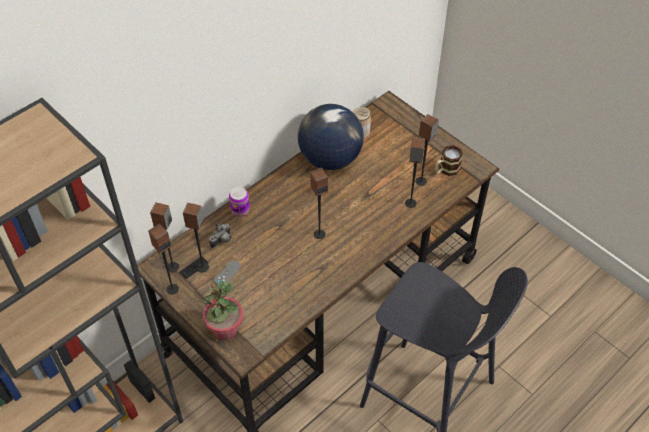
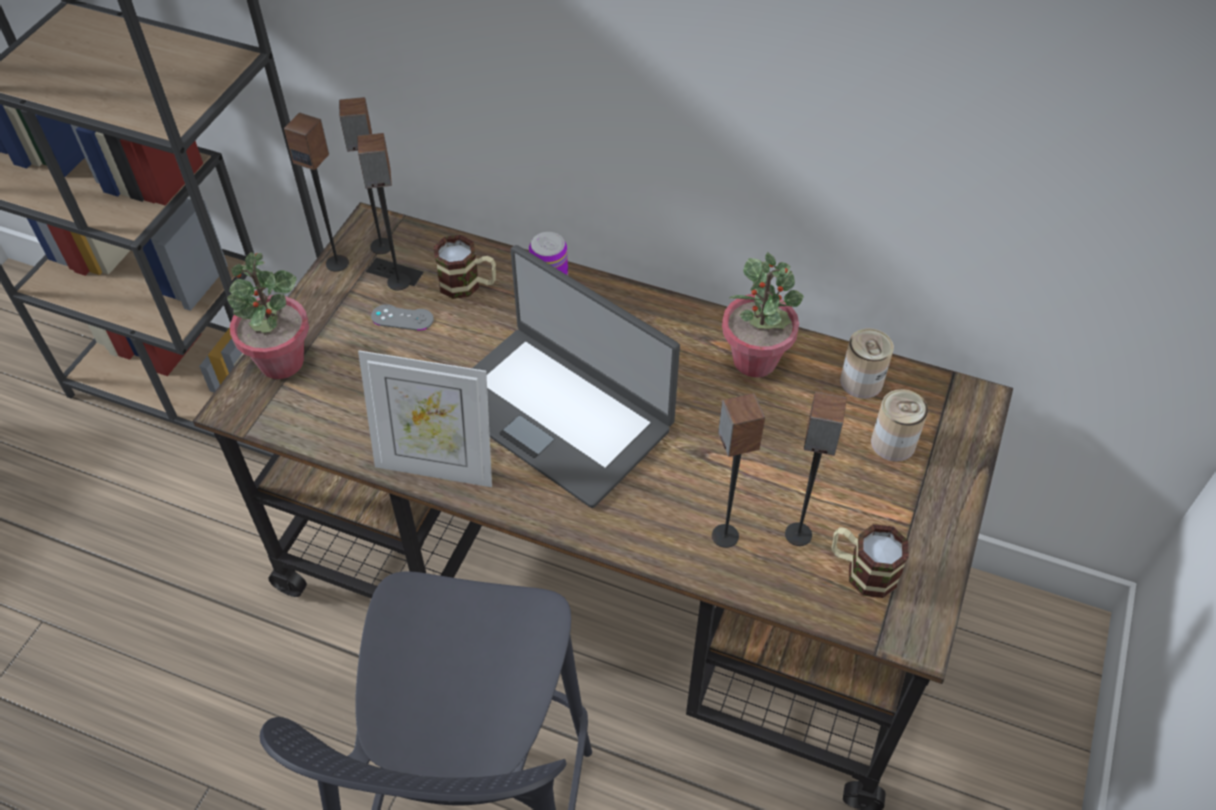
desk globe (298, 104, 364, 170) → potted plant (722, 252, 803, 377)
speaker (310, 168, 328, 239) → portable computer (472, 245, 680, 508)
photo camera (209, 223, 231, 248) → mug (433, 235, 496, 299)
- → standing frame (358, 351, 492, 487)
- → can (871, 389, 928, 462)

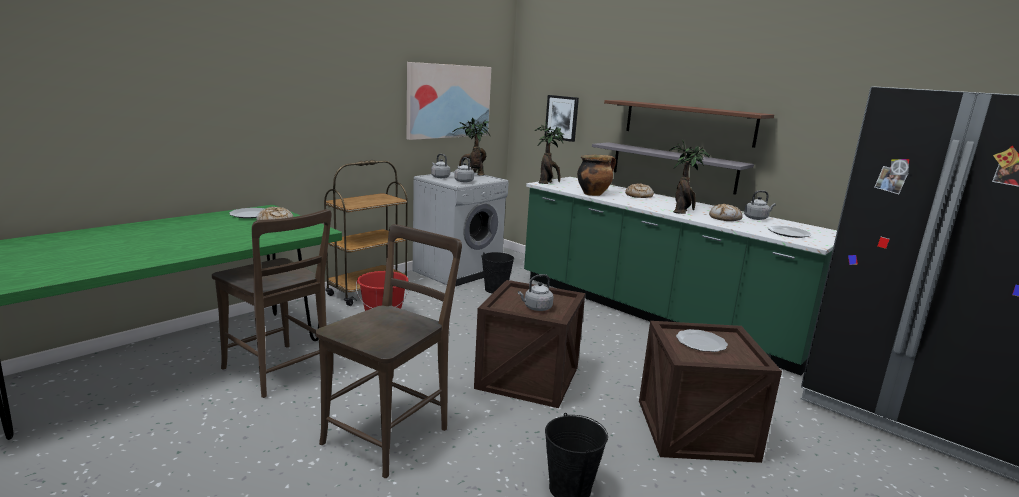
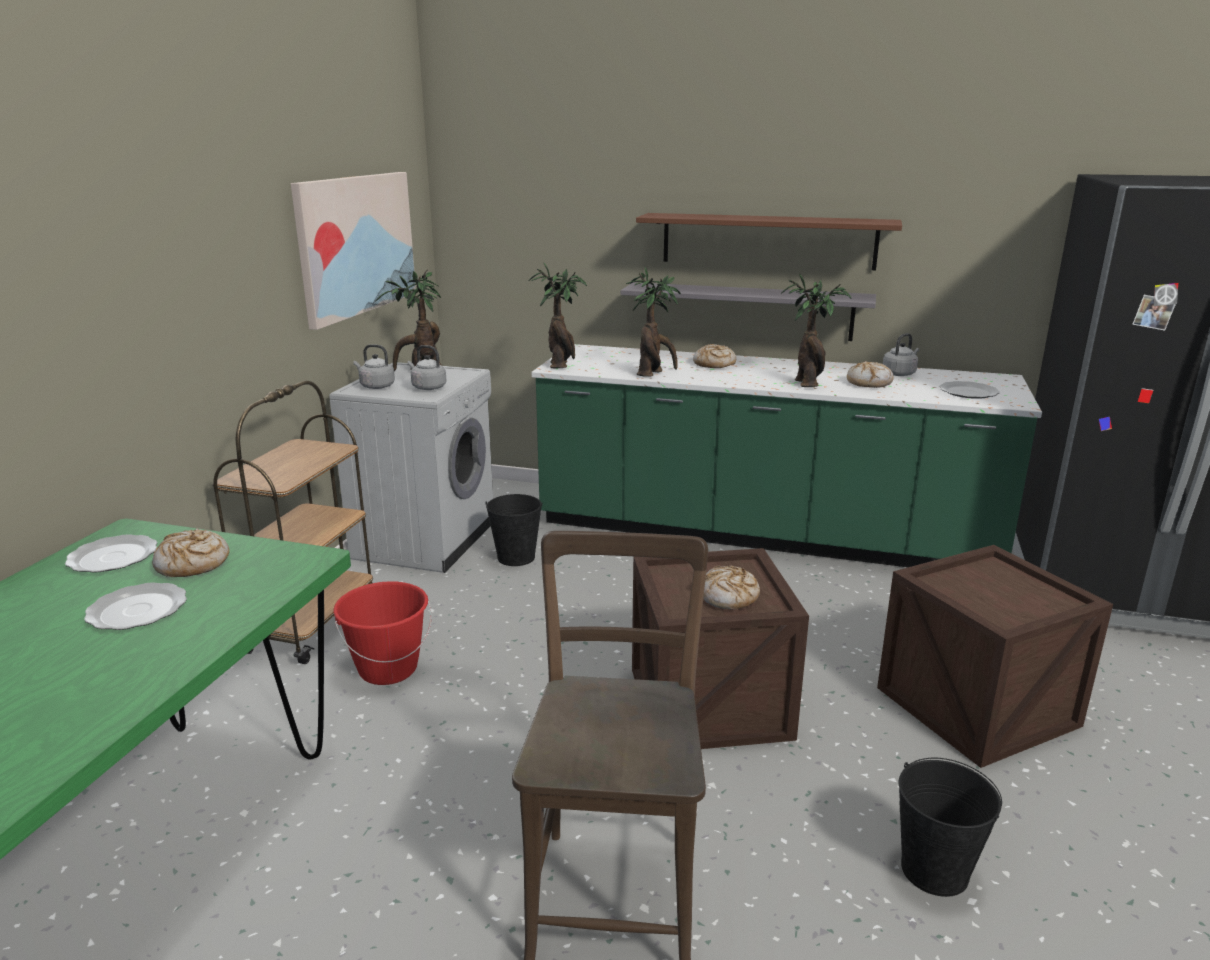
picture (545, 95, 579, 142) → -
saucepot (577, 155, 616, 196) → potted plant (626, 267, 681, 377)
plain chair in brownish (212, 209, 332, 398) → -
kettle in gray (518, 274, 553, 311) → bread (703, 565, 760, 609)
dinner plate (676, 329, 728, 352) → dinner plate (84, 582, 187, 630), move

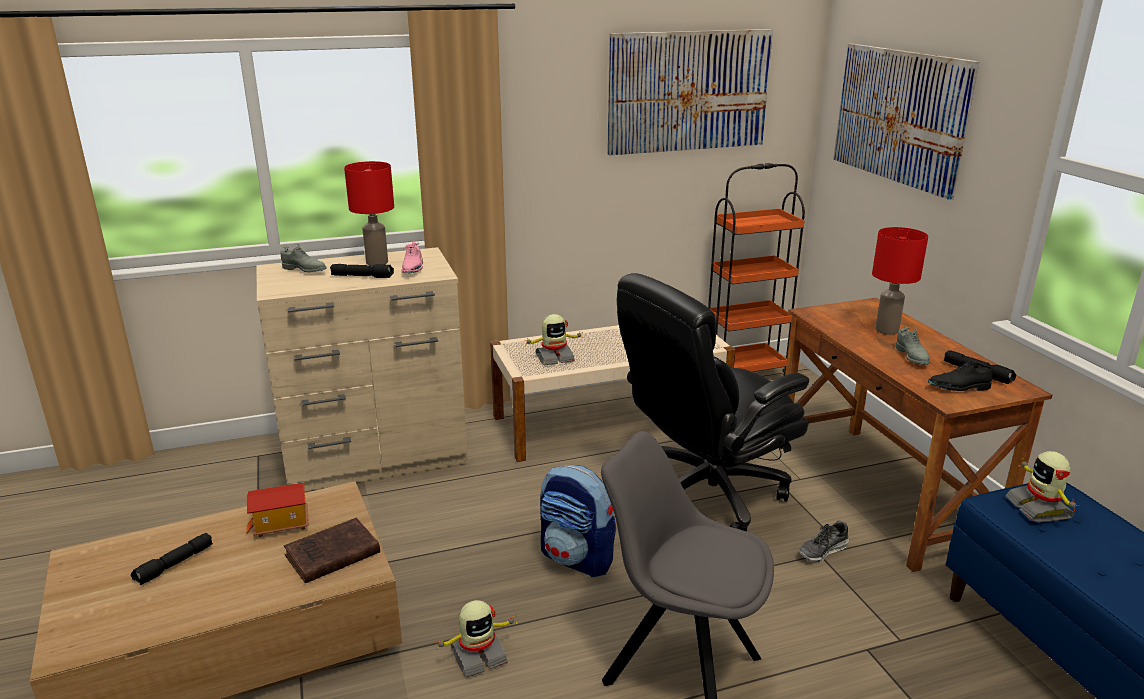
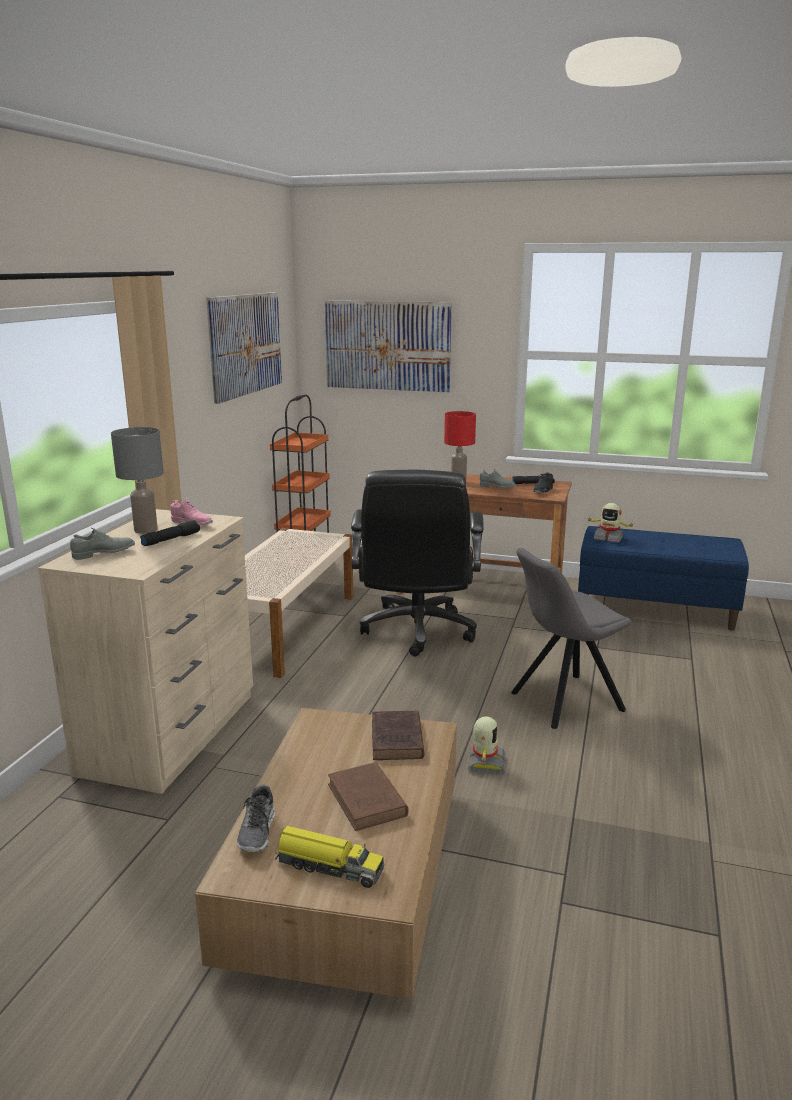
tabletop lamp in reddish (344, 161, 394, 266) → tabletop lamp in gray (111, 427, 164, 534)
robot figure (526, 314, 584, 365) → -
rucksack (540, 465, 616, 577) → -
miniature house (246, 482, 309, 537) → -
low shoe (798, 520, 849, 563) → low shoe (237, 785, 275, 852), move
hand torch in black (131, 533, 213, 585) → -
- → volume in brownish (328, 762, 409, 831)
- → toy truck (275, 826, 384, 888)

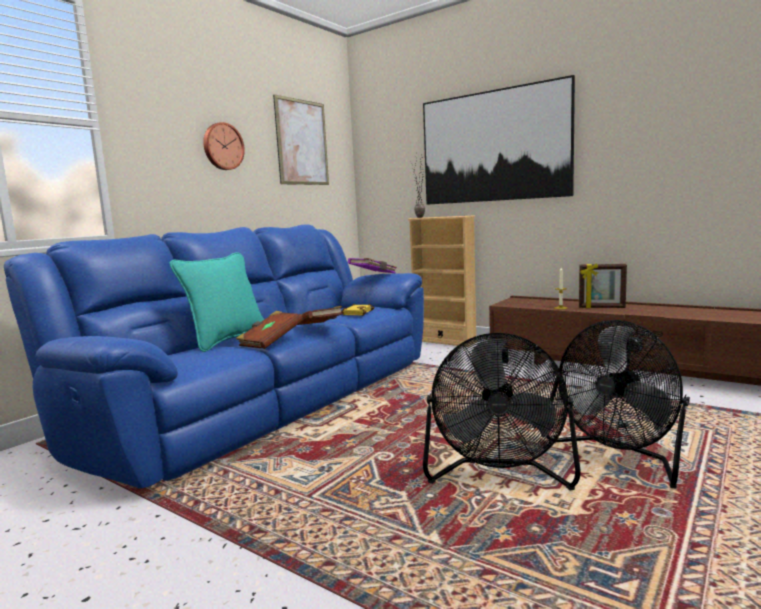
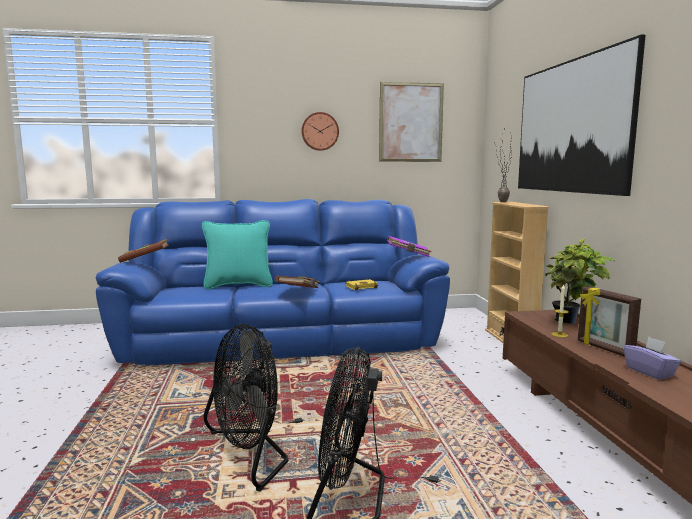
volume in brownish (236, 311, 303, 349) → volume in brownish (118, 239, 169, 263), move
- → potted plant (545, 238, 614, 324)
- → box of tissues in purple (624, 337, 681, 380)

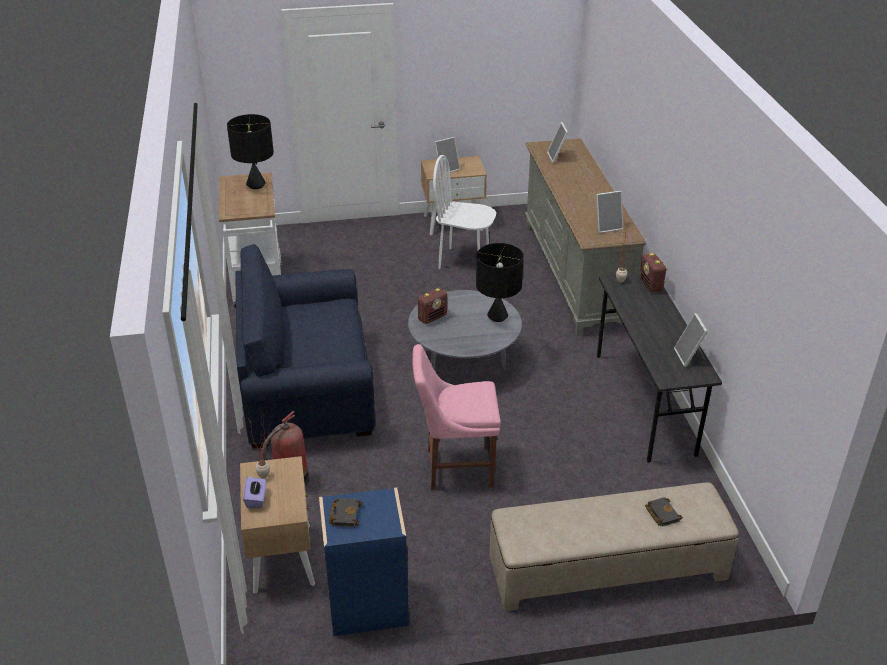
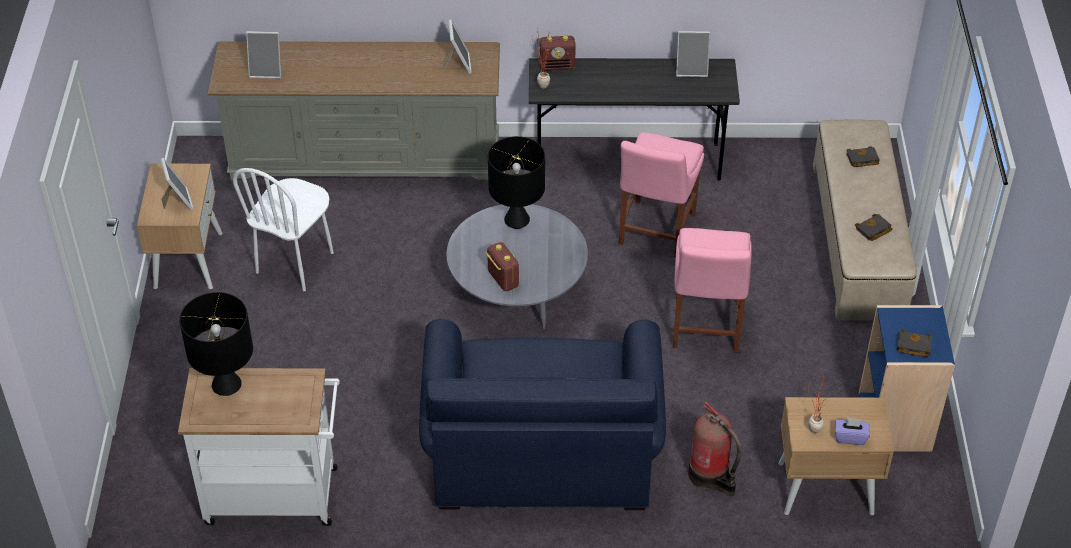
- → plain chair in pink (619, 132, 704, 258)
- → volume in black (855, 214, 893, 241)

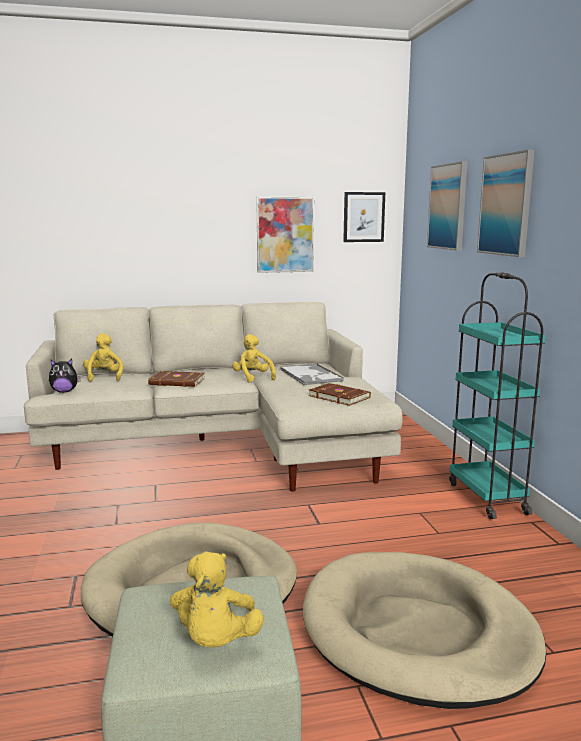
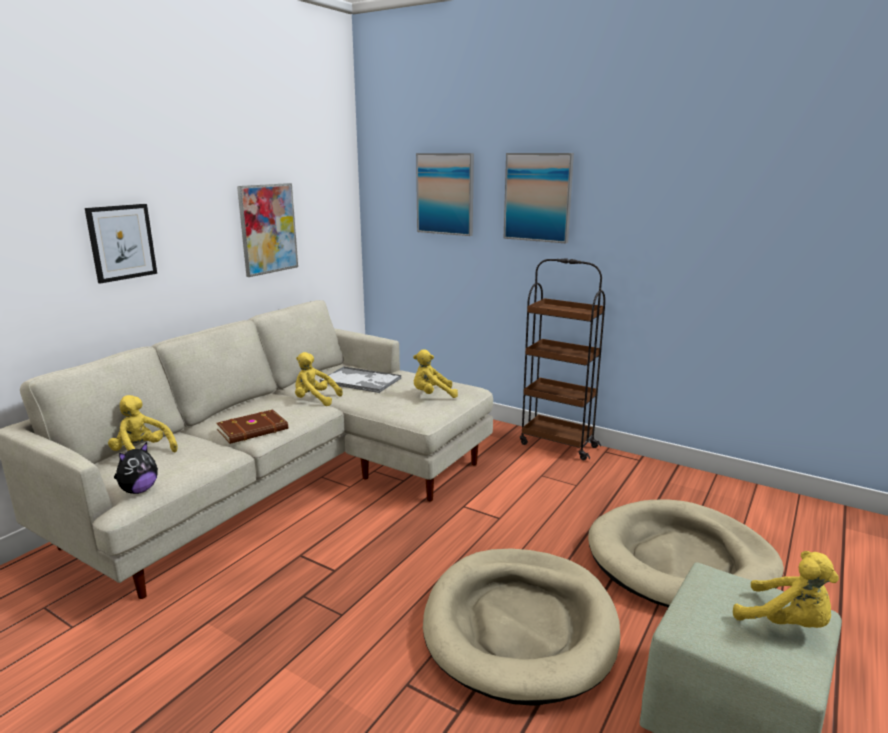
picture (343, 192, 385, 242) → picture (85, 204, 157, 284), move
trolley in blue-green (449, 273, 545, 519) → trolley in brownish (520, 259, 605, 460)
volume in brownish (308, 383, 371, 406) → plush toy in yellow (413, 350, 458, 398)

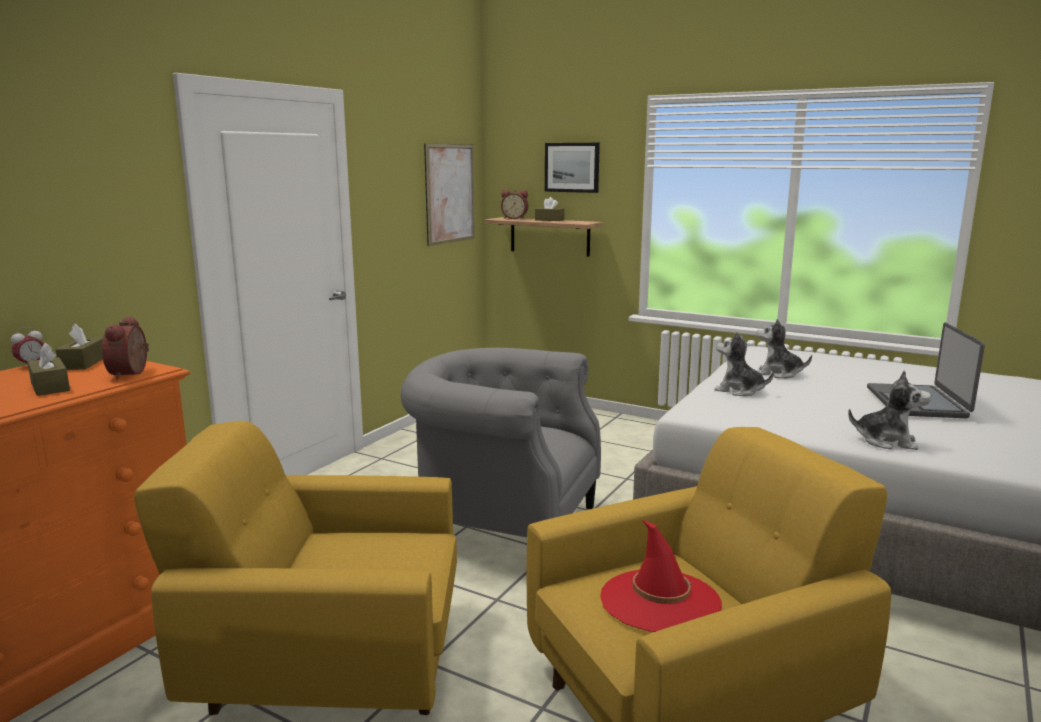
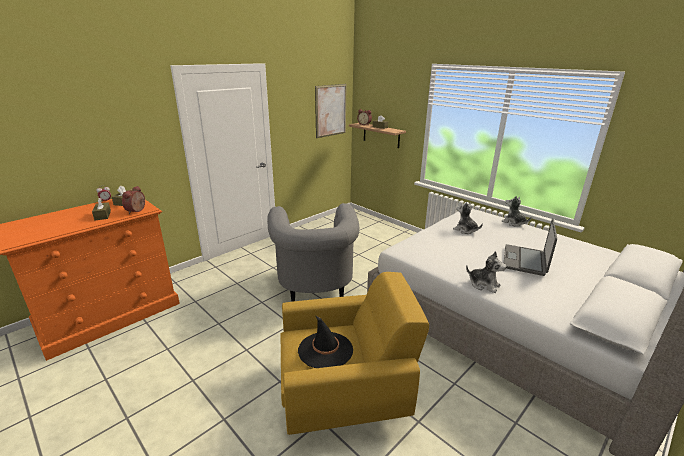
picture (545, 143, 600, 193) → -
plush toy (715, 332, 774, 396) → plush toy (501, 196, 531, 227), move
easy chair in gray (401, 348, 601, 537) → easy chair in gray (267, 203, 359, 302), 135 degrees counterclockwise
easy chair in yellow (134, 421, 457, 715) → -
clothing hat in reddish (600, 519, 722, 632) → clothing hat in black (298, 315, 353, 368)

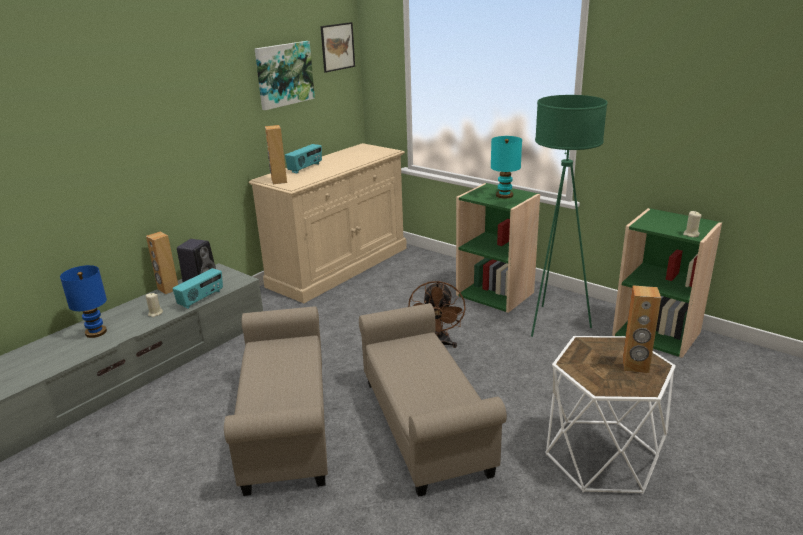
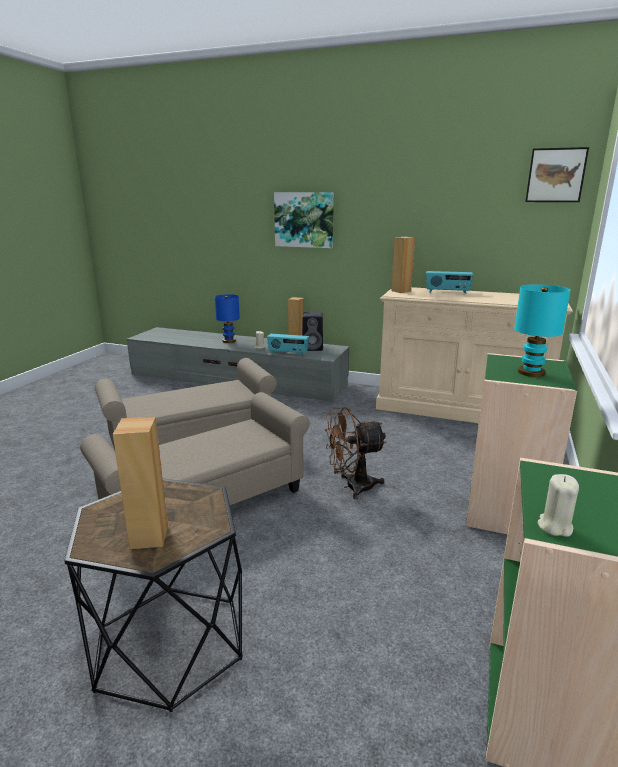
picture (255, 41, 315, 110) → picture (274, 192, 334, 248), move
floor lamp in green-coloured (531, 95, 607, 337) → -
side table in white (545, 336, 676, 494) → side table in black (64, 478, 243, 712)

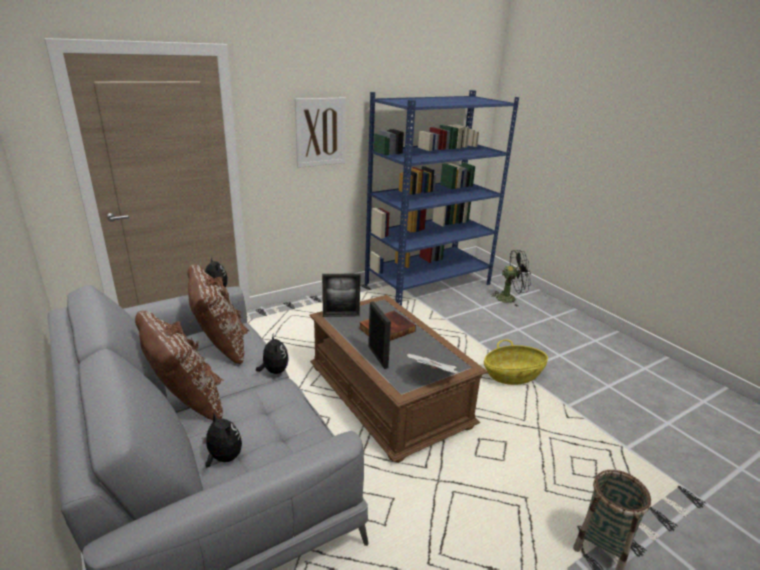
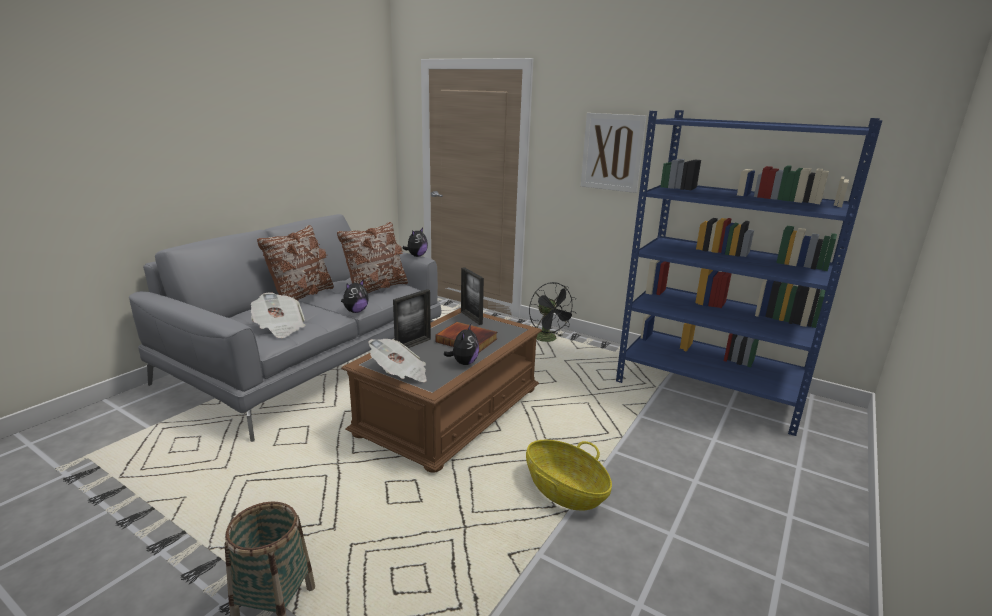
fan in black (489, 250, 531, 306) → fan in black (529, 282, 576, 342), move
plush toy (202, 413, 242, 468) → plush toy (444, 324, 479, 365), move
- → newspaper (251, 292, 305, 338)

